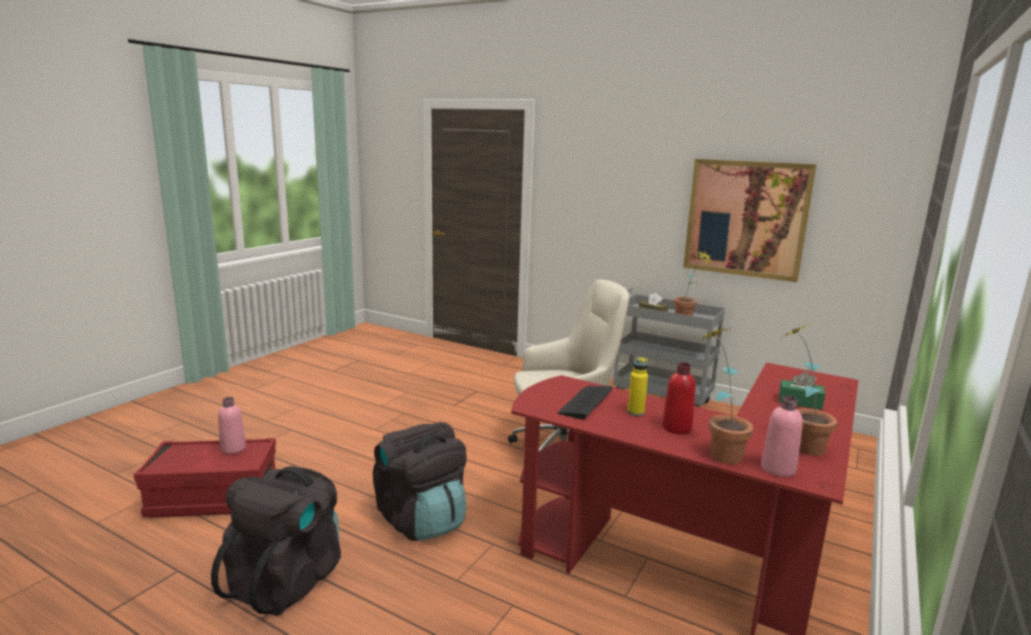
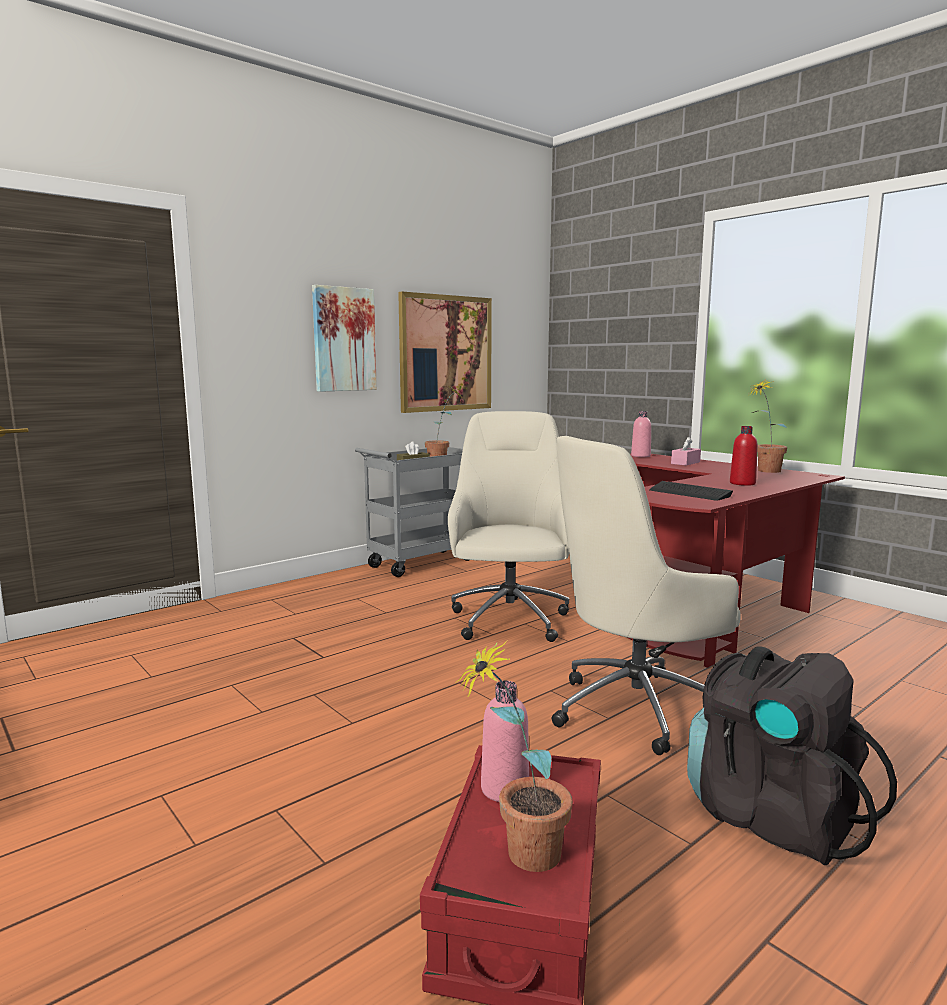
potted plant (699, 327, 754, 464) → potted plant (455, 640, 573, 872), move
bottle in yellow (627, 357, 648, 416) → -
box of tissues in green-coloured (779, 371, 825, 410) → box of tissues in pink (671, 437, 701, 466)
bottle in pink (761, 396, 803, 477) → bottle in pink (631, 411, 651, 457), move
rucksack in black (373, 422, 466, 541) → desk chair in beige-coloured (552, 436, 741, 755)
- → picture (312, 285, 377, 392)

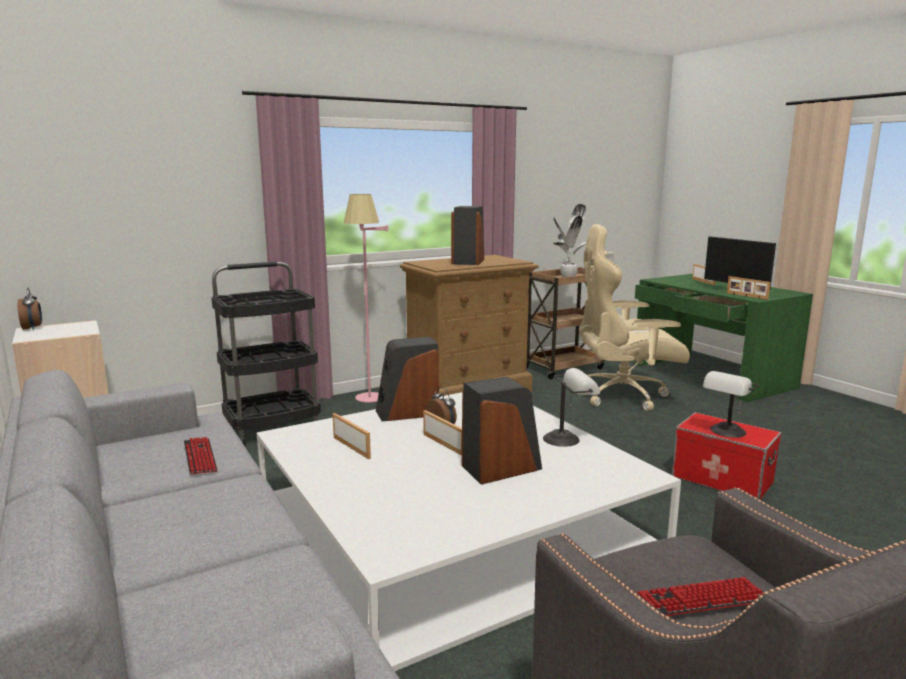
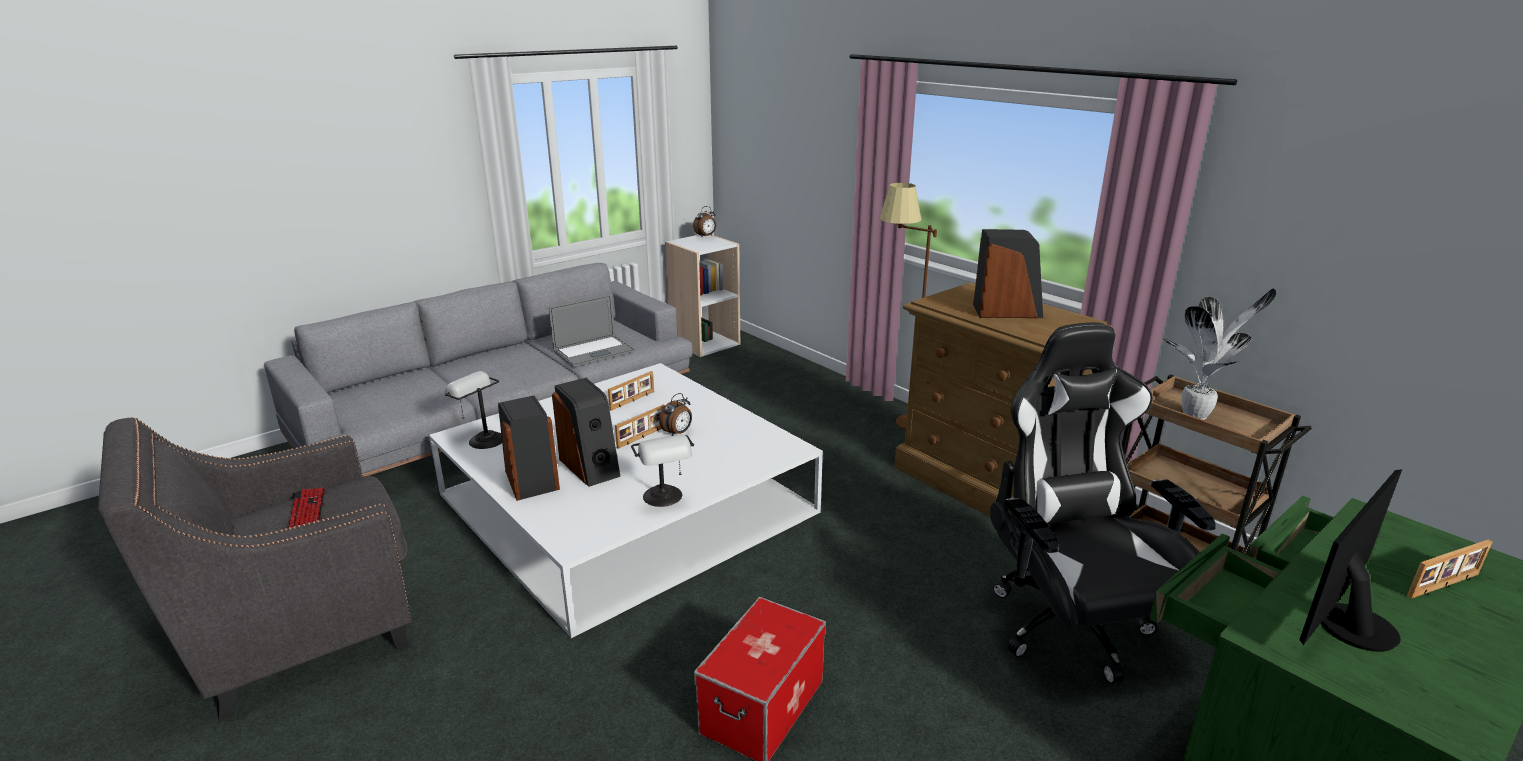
floor lamp in pink (344, 194, 388, 402) → floor lamp in brownish (879, 183, 937, 429)
desk chair in beige-coloured (579, 224, 690, 411) → desk chair in black (990, 322, 1216, 684)
trolley in black (211, 262, 321, 446) → -
standing frame (727, 276, 770, 300) → -
speaker (376, 337, 439, 421) → speaker (498, 396, 560, 501), move
tabletop lamp (702, 371, 759, 438) → tabletop lamp (445, 371, 502, 449), move
keyboard (184, 437, 218, 474) → portable computer (549, 294, 635, 367)

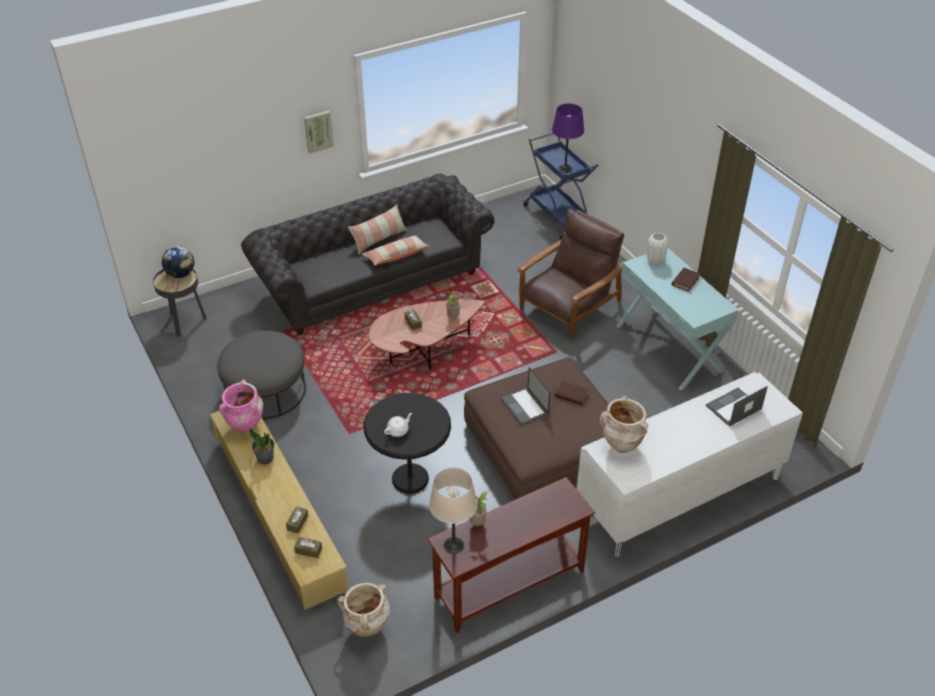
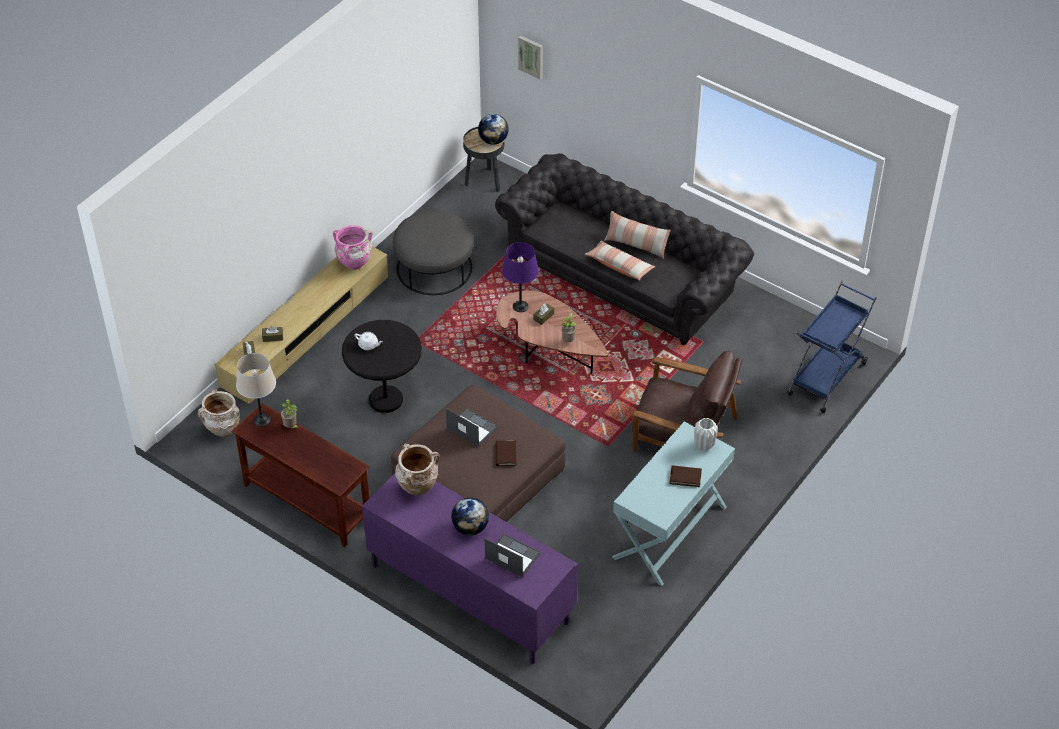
tabletop lamp in purple (552, 103, 584, 173) → tabletop lamp in purple (502, 242, 539, 312), move
picture (304, 111, 334, 154) → picture (518, 35, 543, 79), move
portable computer (501, 367, 551, 425) → portable computer (446, 408, 498, 447), 90 degrees clockwise
cabinet in white (577, 372, 803, 557) → cabinet in purple (362, 473, 578, 664)
potted plant (249, 428, 274, 465) → -
- → desk globe (451, 498, 489, 535)

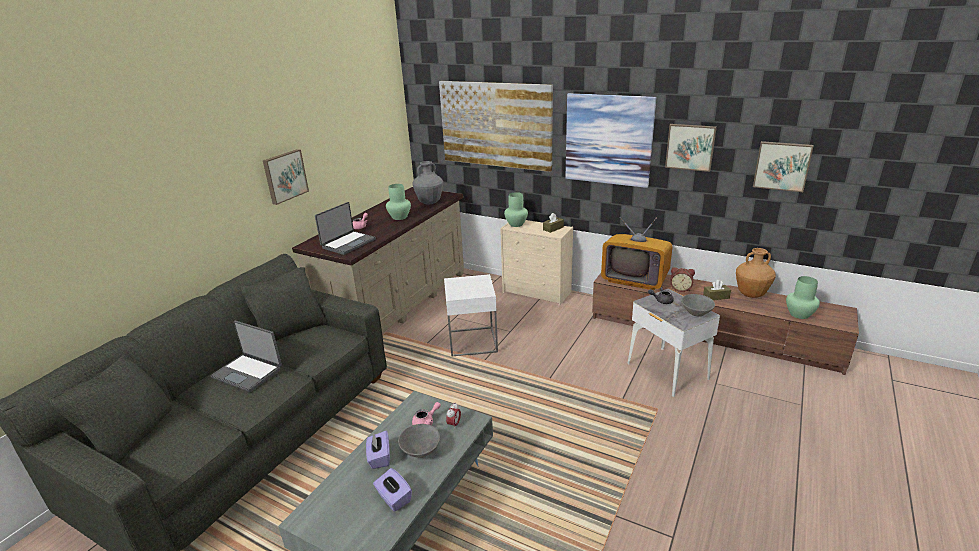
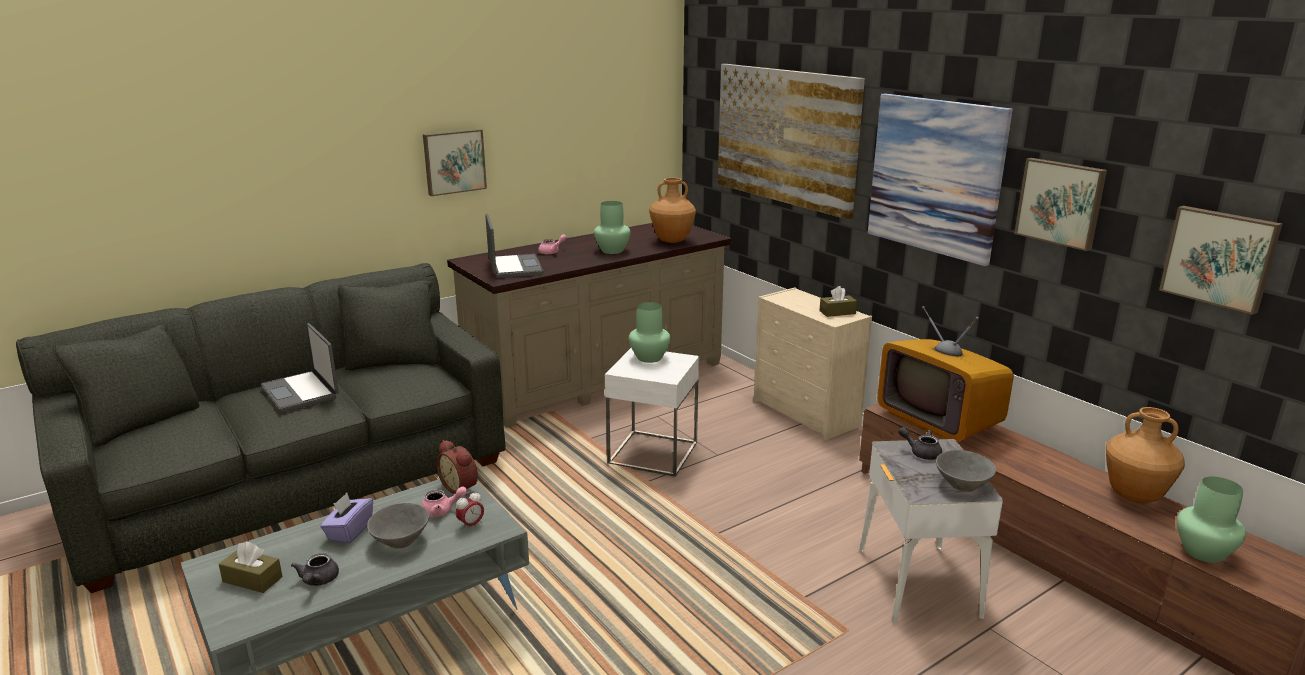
flower vase in gray (412, 161, 443, 204) → flower vase in brownish (649, 178, 696, 243)
flower vase in green-coloured (504, 192, 528, 227) → flower vase in green-coloured (629, 302, 670, 363), move
portable computer (315, 202, 376, 255) → portable computer (485, 214, 544, 278), 75 degrees counterclockwise
bedside clock (670, 267, 695, 292) → bedside clock (436, 440, 478, 496), move
box of tissues in brownish (703, 280, 731, 300) → box of tissues in brownish (219, 542, 283, 593), move
box of tissues in purple (373, 468, 412, 512) → pot for tea in gray (291, 553, 339, 586)

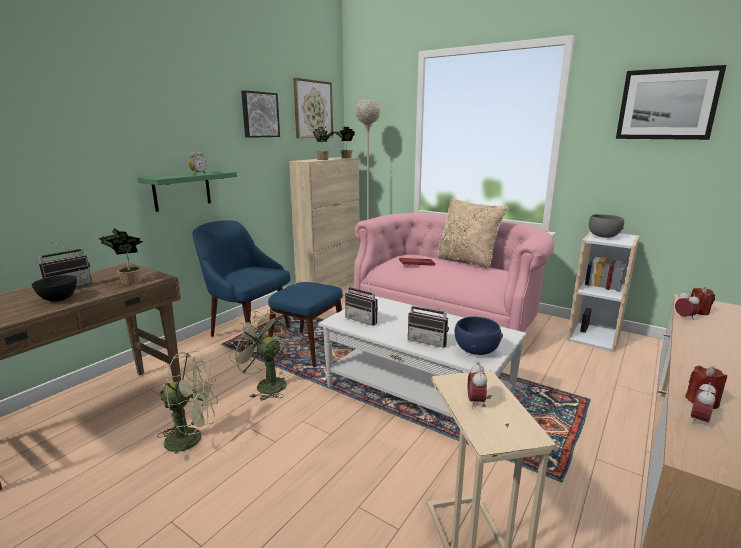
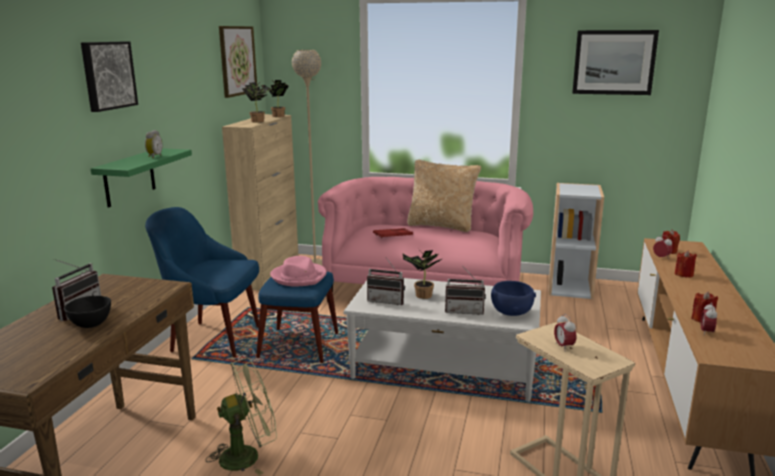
picture (241, 90, 280, 138) → picture (81, 42, 138, 112), move
serving bowl in gray (589, 214, 624, 238) → -
potted plant (99, 228, 143, 285) → potted plant (403, 250, 442, 299), move
fan in green-coloured (229, 310, 287, 400) → -
- → wax light in reddish (675, 250, 697, 278)
- → clothing hat in pink (270, 256, 327, 286)

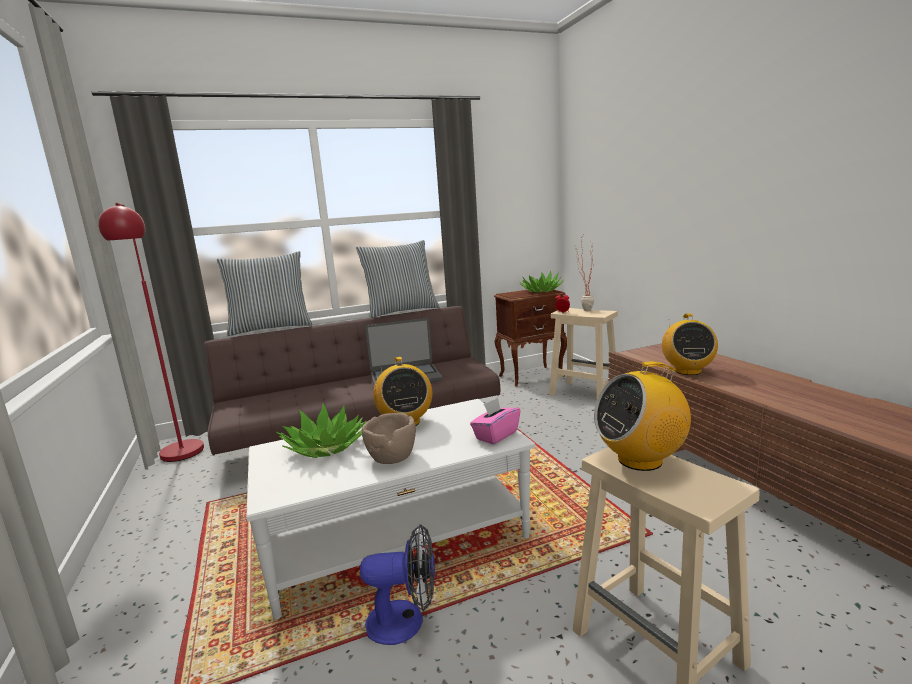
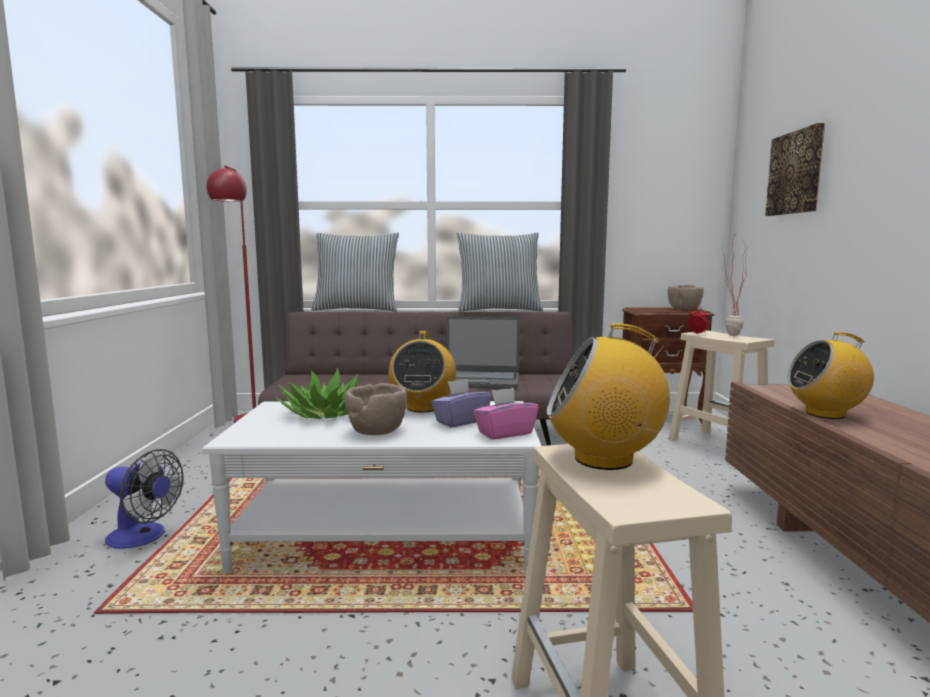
potted plant (520, 270, 564, 292) → serving bowl in brownish (668, 285, 704, 310)
radio set (662, 313, 718, 375) → radio set (787, 332, 874, 419), 60 degrees clockwise
fan (360, 524, 435, 645) → fan (105, 449, 184, 549), move
- → picture (765, 123, 825, 216)
- → box of tissues in purple (431, 378, 492, 427)

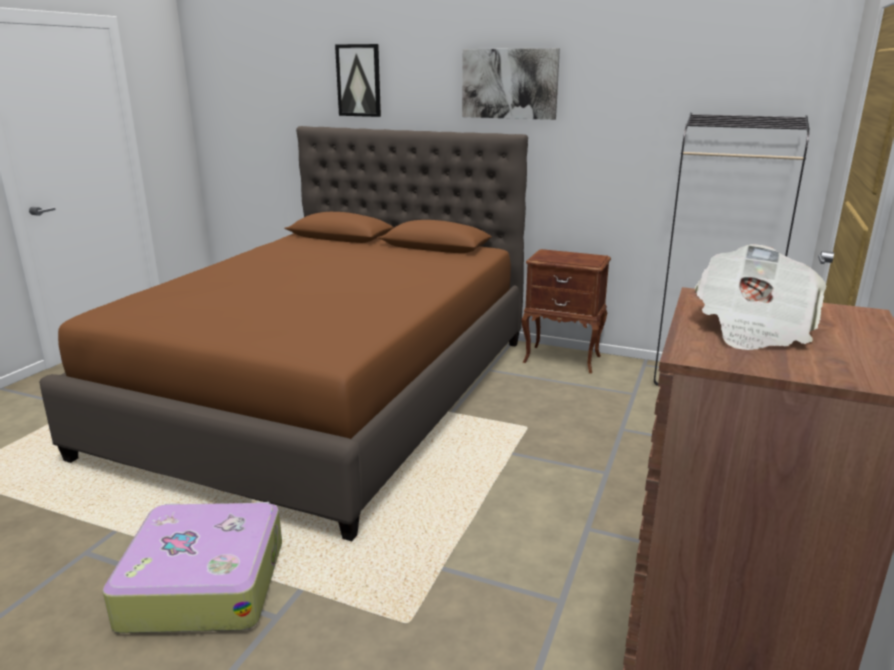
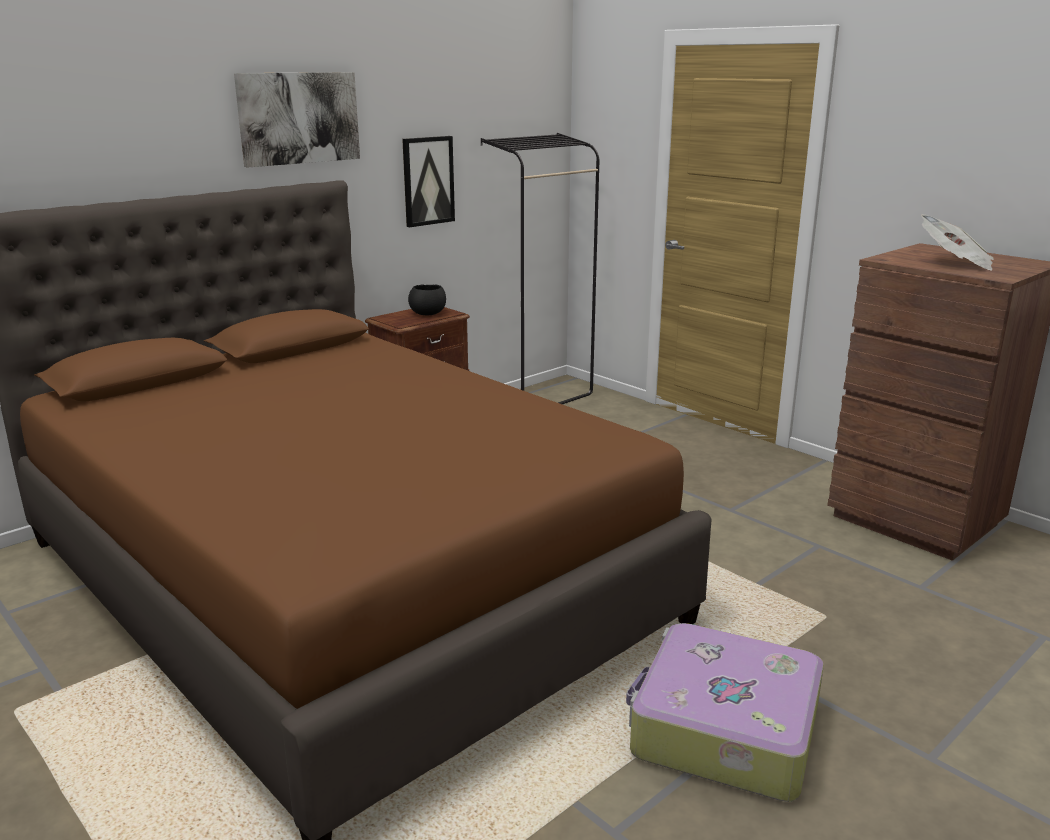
picture (335, 44, 381, 117) → picture (402, 136, 455, 227), move
- → serving bowl in black (408, 285, 446, 315)

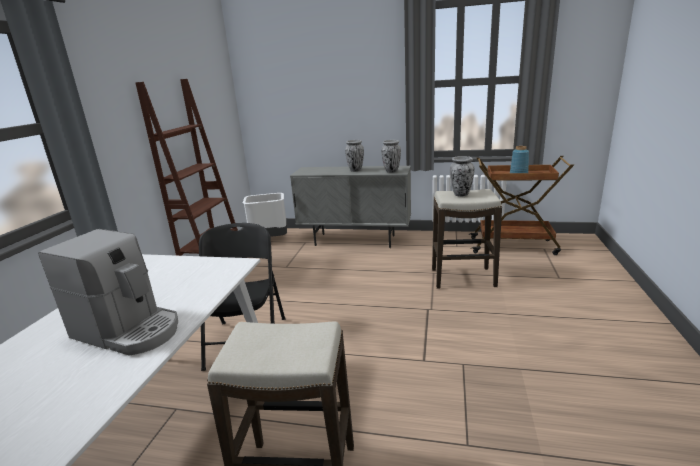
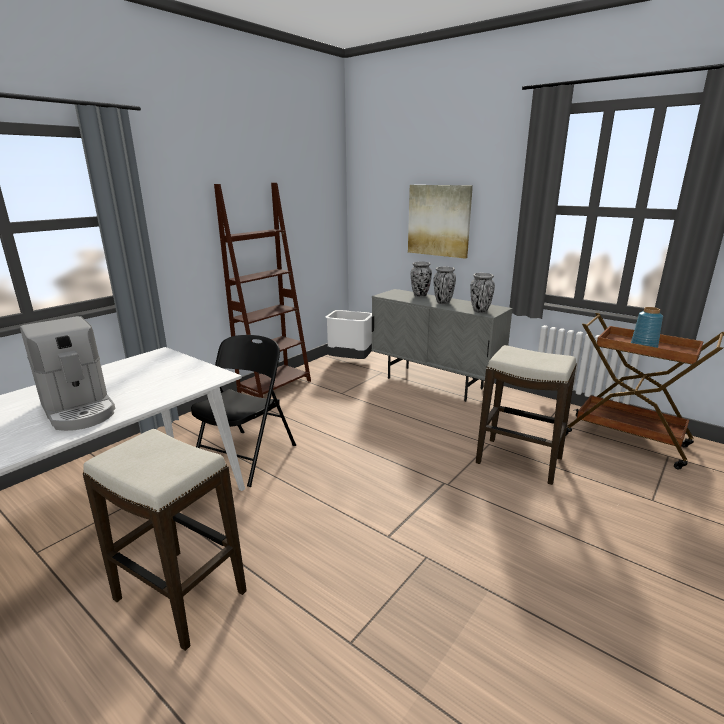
flower vase (450, 156, 474, 197) → flower vase (411, 262, 432, 297), move
- → picture (408, 185, 473, 259)

